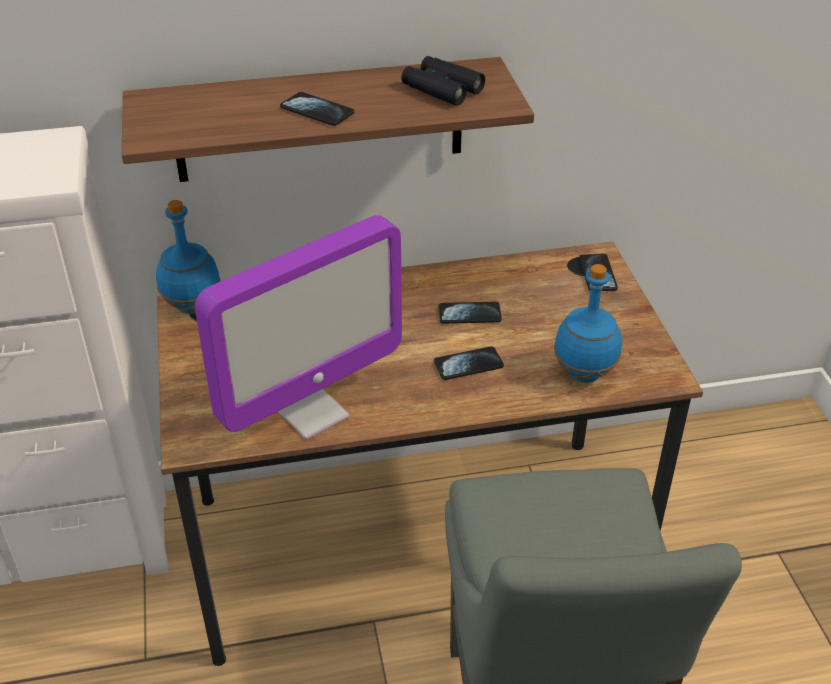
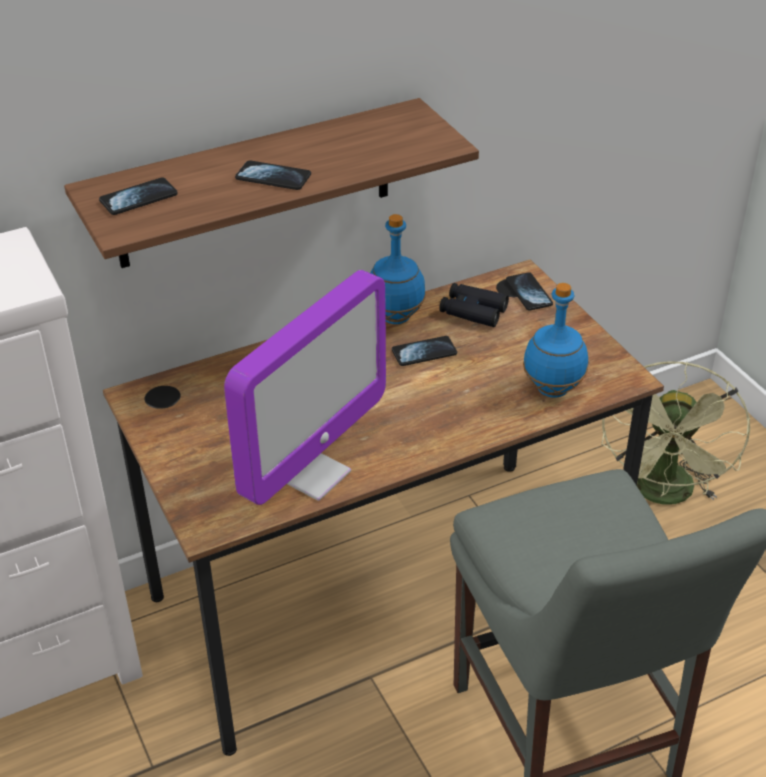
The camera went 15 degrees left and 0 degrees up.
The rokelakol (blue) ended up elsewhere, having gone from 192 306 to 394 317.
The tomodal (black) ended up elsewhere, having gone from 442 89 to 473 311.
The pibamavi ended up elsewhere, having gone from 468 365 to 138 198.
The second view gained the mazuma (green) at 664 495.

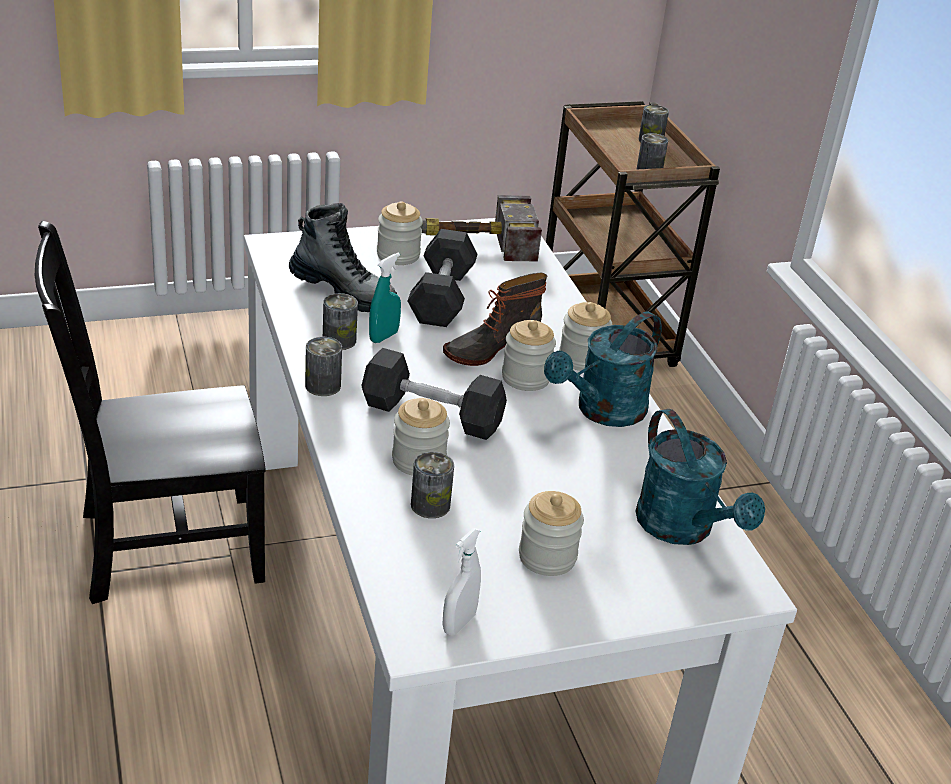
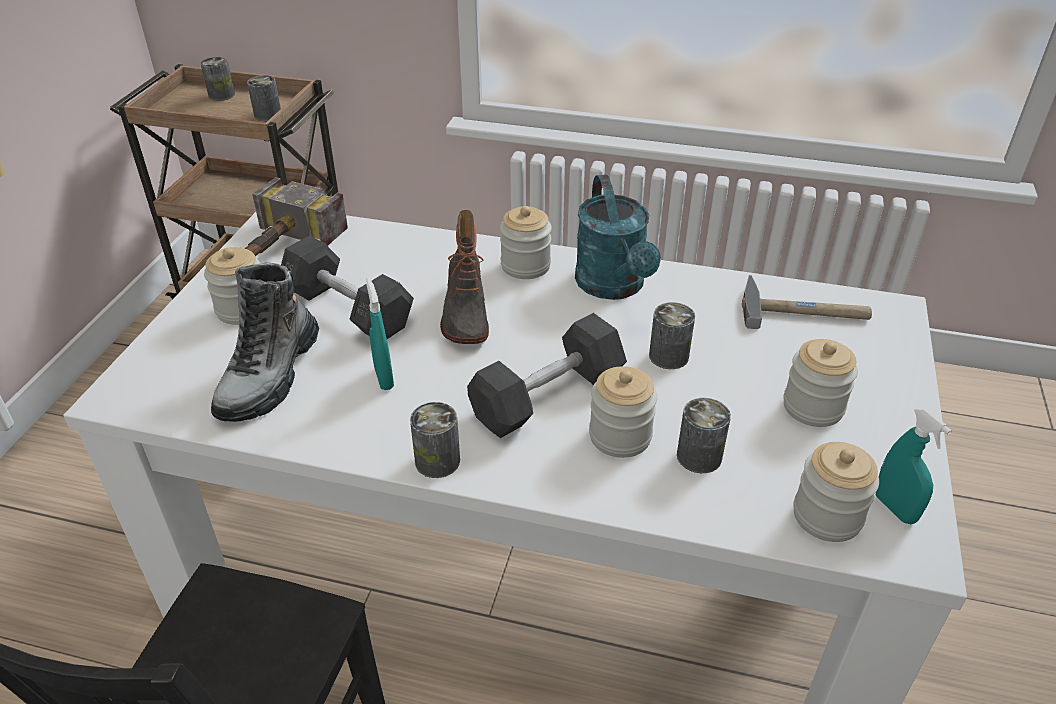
The camera went 55 degrees left and 5 degrees up.
The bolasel at 343 291 ended up facing another way, 135 degrees clockwise from before.
The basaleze ended up elsewhere, having gone from 339 340 to 668 356.
What was the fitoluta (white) at 459 623 turned into the fitoluta (turquoise) at 895 508.
The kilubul ended up elsewhere, having gone from 526 378 to 827 516.
Where the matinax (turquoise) stood at 683 529, the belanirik came to stand at 804 311.

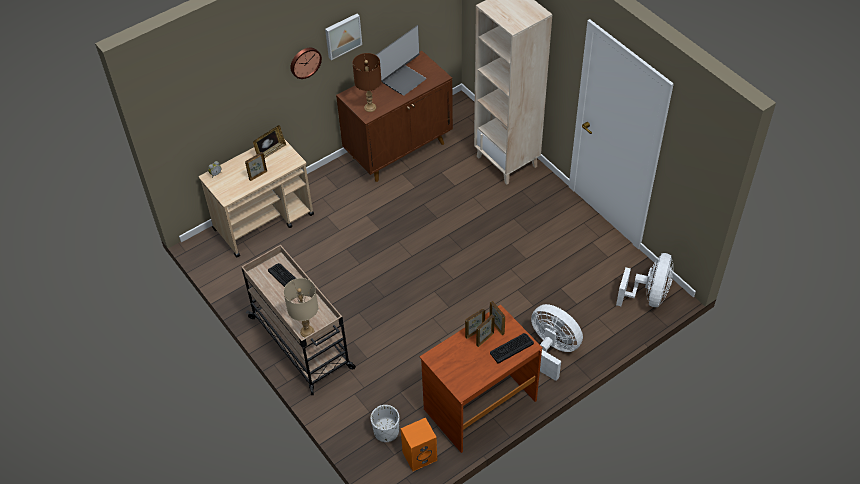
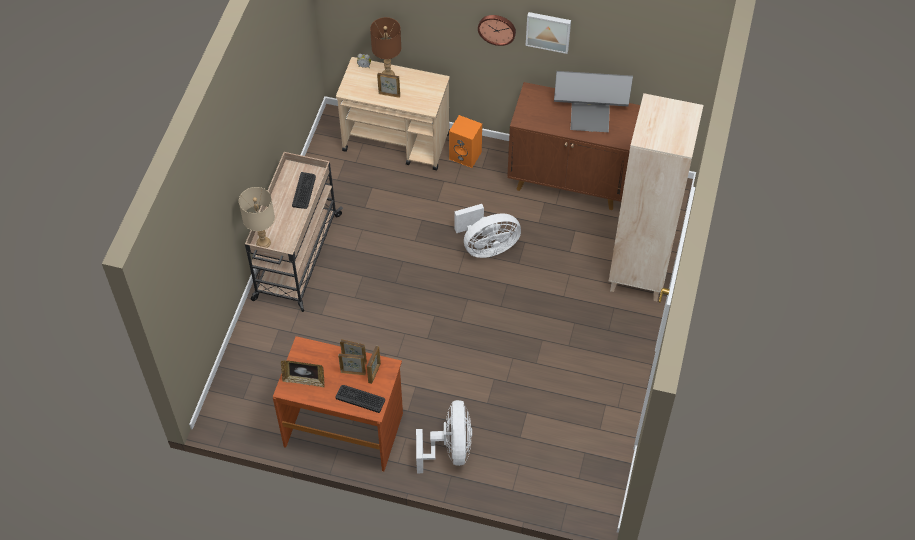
The camera went 50 degrees right and 5 degrees up.
The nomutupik ended up elsewhere, having gone from 270 151 to 304 380.
The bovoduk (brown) ended up elsewhere, having gone from 370 107 to 388 74.
The second view lost the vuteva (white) at 386 431.
The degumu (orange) ended up elsewhere, having gone from 420 455 to 466 155.
The mazuma (white) ended up elsewhere, having gone from 648 296 to 487 247.

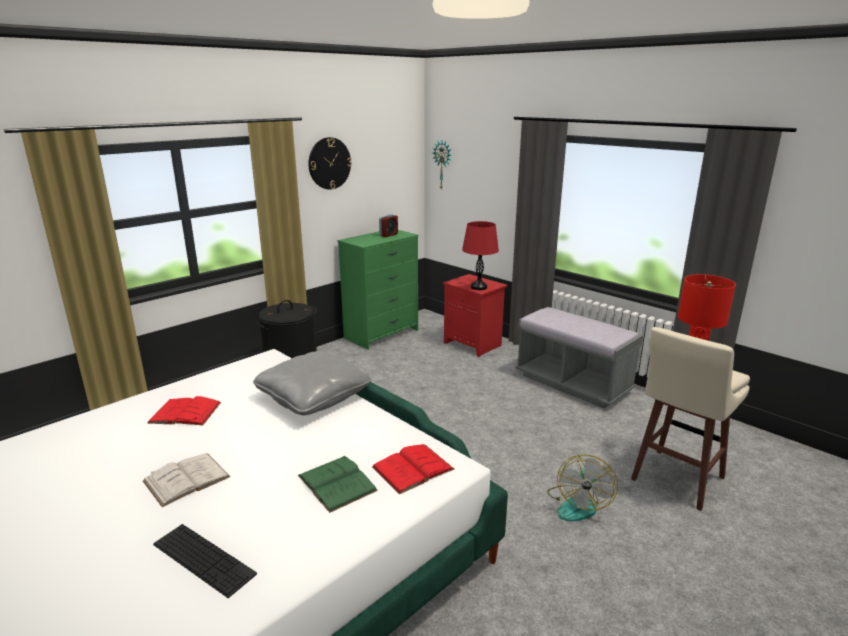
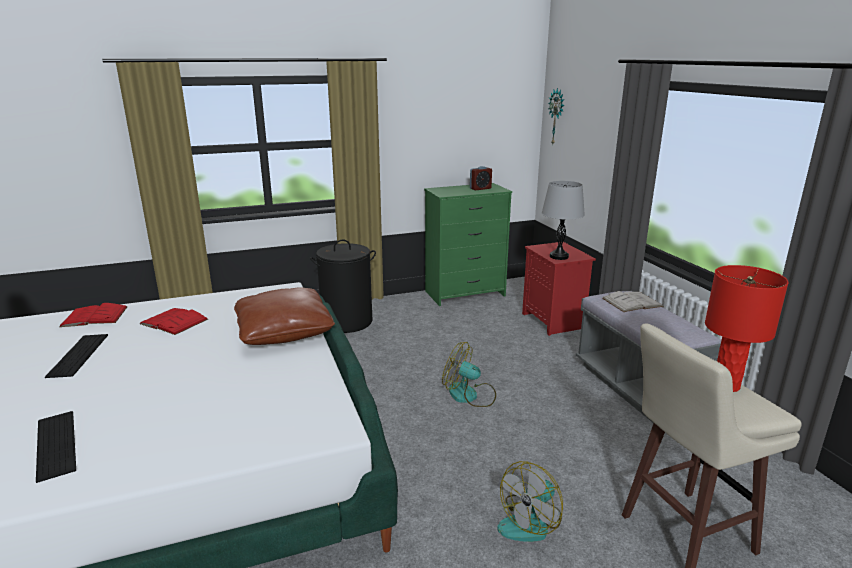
The camera went 25 degrees right and 0 degrees up.
The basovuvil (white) ended up elsewhere, having gone from 186 479 to 632 302.
What was the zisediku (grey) at 314 397 turned into the zisediku (brown) at 284 331.
The second view lost the basovuvil (green) at 337 483.
The second view lost the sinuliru at 329 163.
The basovuvil (red) ended up elsewhere, having gone from 413 468 to 94 316.
What was the bovoduk (red) at 479 287 turned into the bovoduk (grey) at 559 256.
The second view gained the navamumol at 78 355.
The second view gained the mazuma at 469 395.

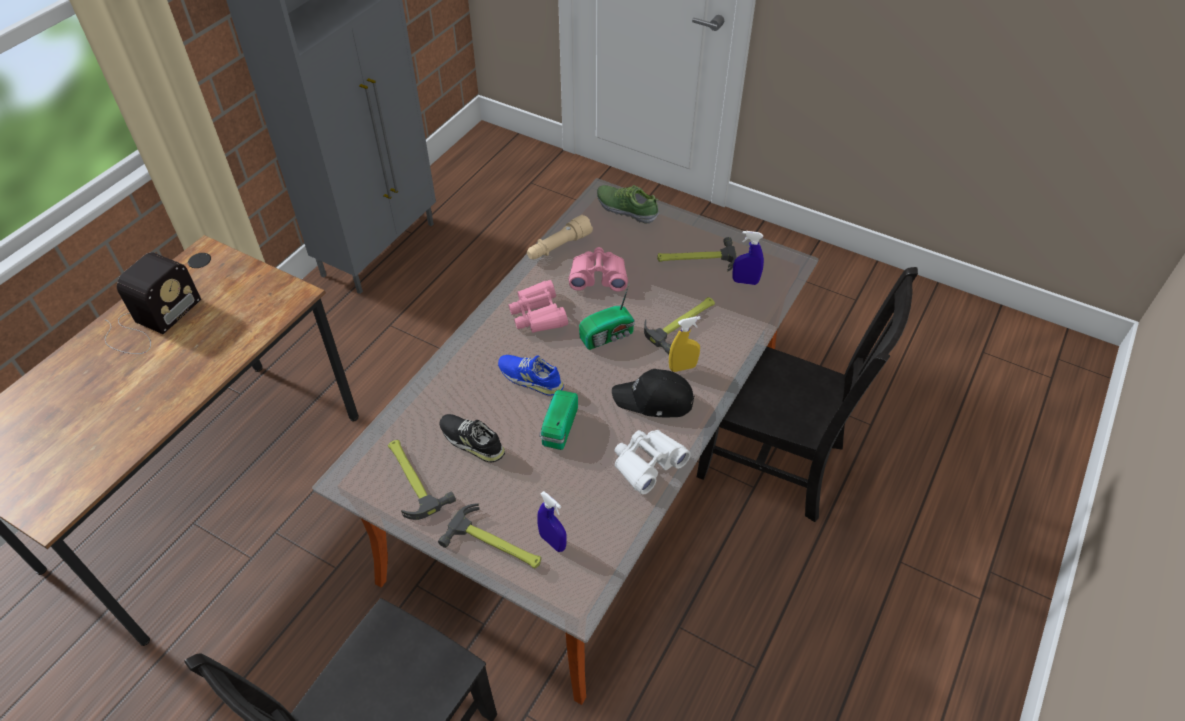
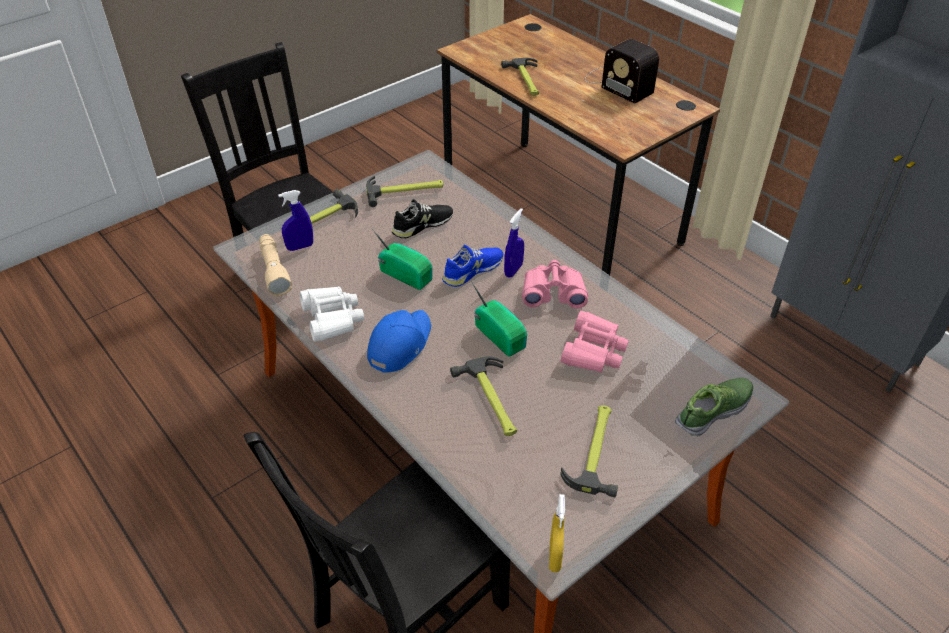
The camera went 110 degrees right and 5 degrees down.
The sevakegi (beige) ended up elsewhere, having gone from 558 247 to 274 270.
The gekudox at 608 336 ended up facing another way, 150 degrees clockwise from before.
What was the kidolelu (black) at 654 400 turned into the kidolelu (blue) at 399 344.
The fitoluta (yellow) ended up elsewhere, having gone from 682 367 to 555 557.
The fitoluta (blue) ended up elsewhere, having gone from 745 281 to 513 270.
The second view gained the belanirik at 526 80.

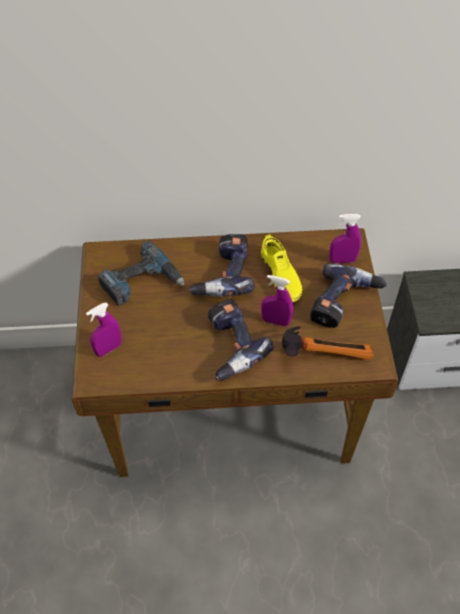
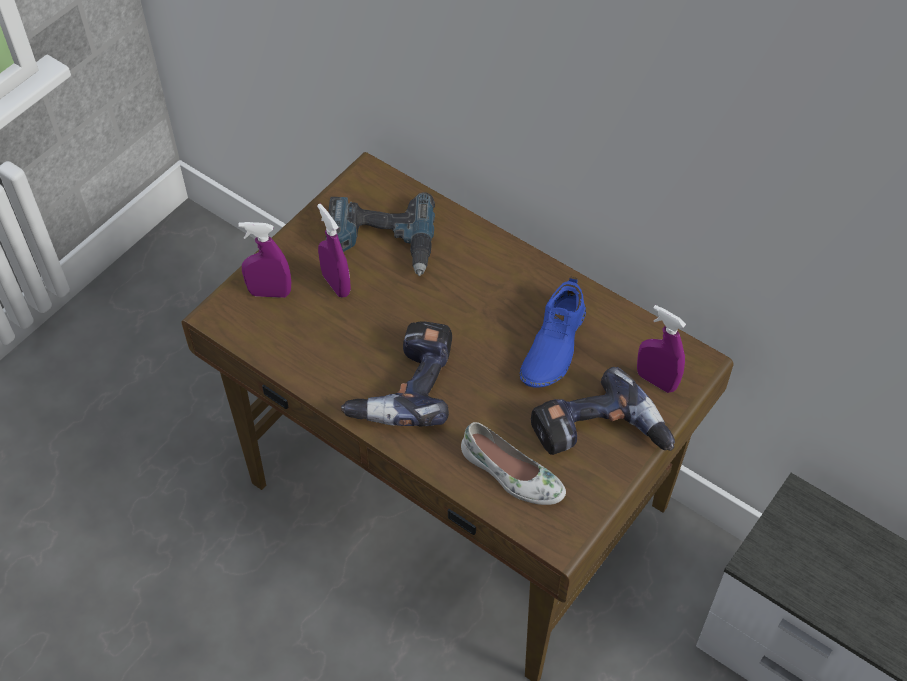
The camera went 40 degrees right and 0 degrees up.
The second view lost the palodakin at 222 274.
What was the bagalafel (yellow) at 280 276 turned into the bagalafel (blue) at 552 346.
The fitoluta (purple) ended up elsewhere, having gone from 276 321 to 336 284.
Where the belanirik stood at 325 351, the bagalafel (white) came to stand at 511 474.

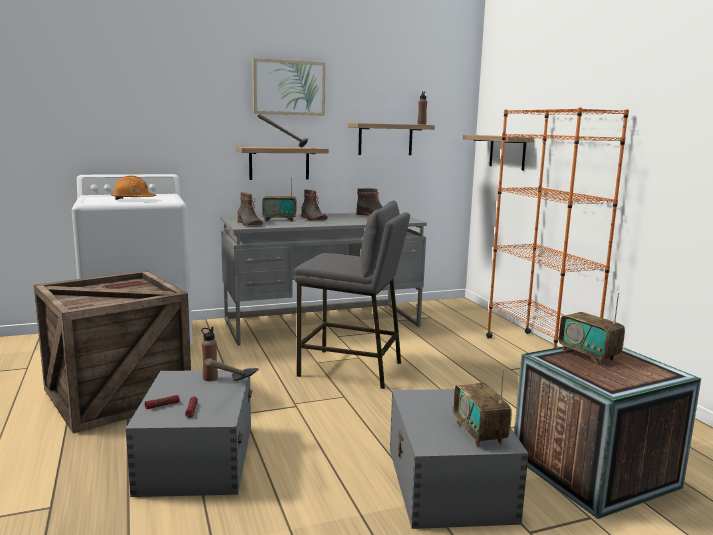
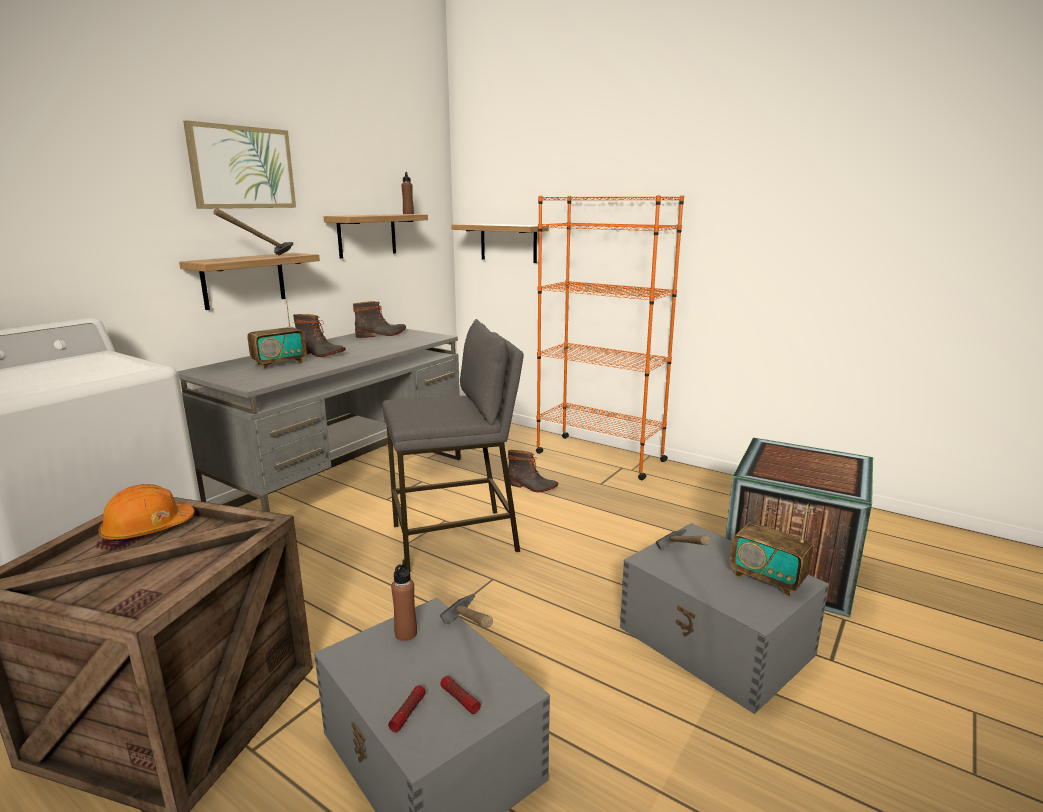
The camera went 35 degrees left and 5 degrees up.
The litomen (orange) ended up elsewhere, having gone from 133 200 to 148 529.
The bolasel ended up elsewhere, having gone from 248 223 to 531 486.
The second view lost the gekudox at 588 355.
The second view gained the belanirik at 682 567.

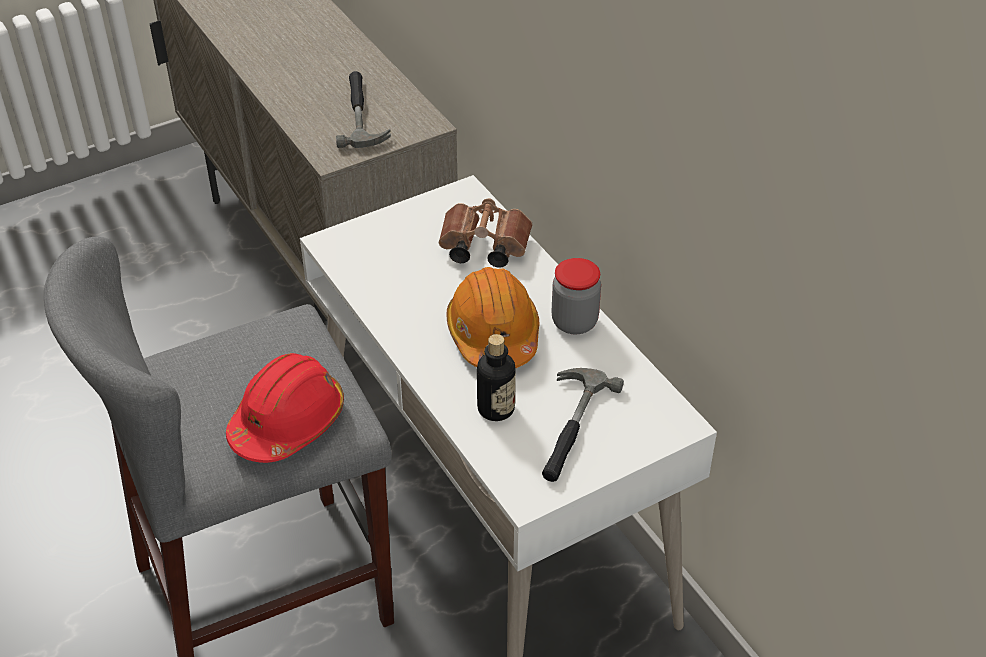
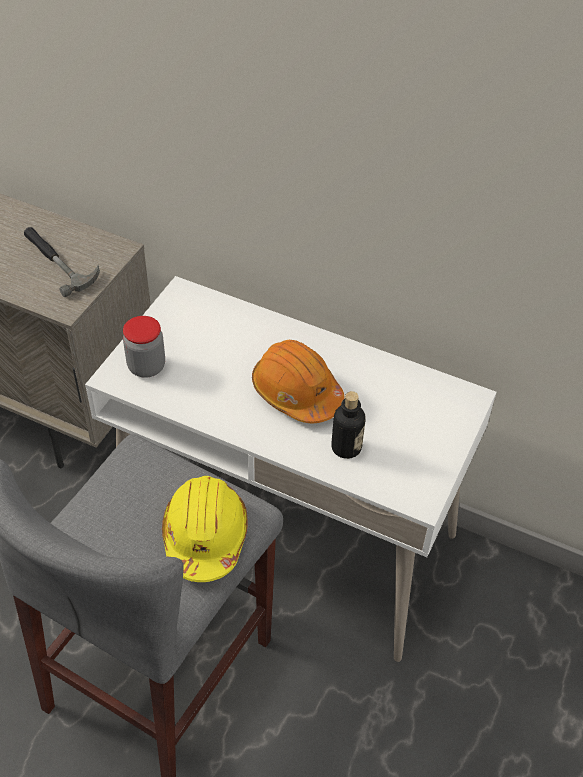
The camera went 35 degrees left and 5 degrees up.
What was the litomen (red) at 288 422 turned into the litomen (yellow) at 205 536.
The second view lost the tomodal (brown) at 481 248.
The second view lost the belanirik at 570 427.
The kilubul ended up elsewhere, having gone from 574 322 to 146 366.

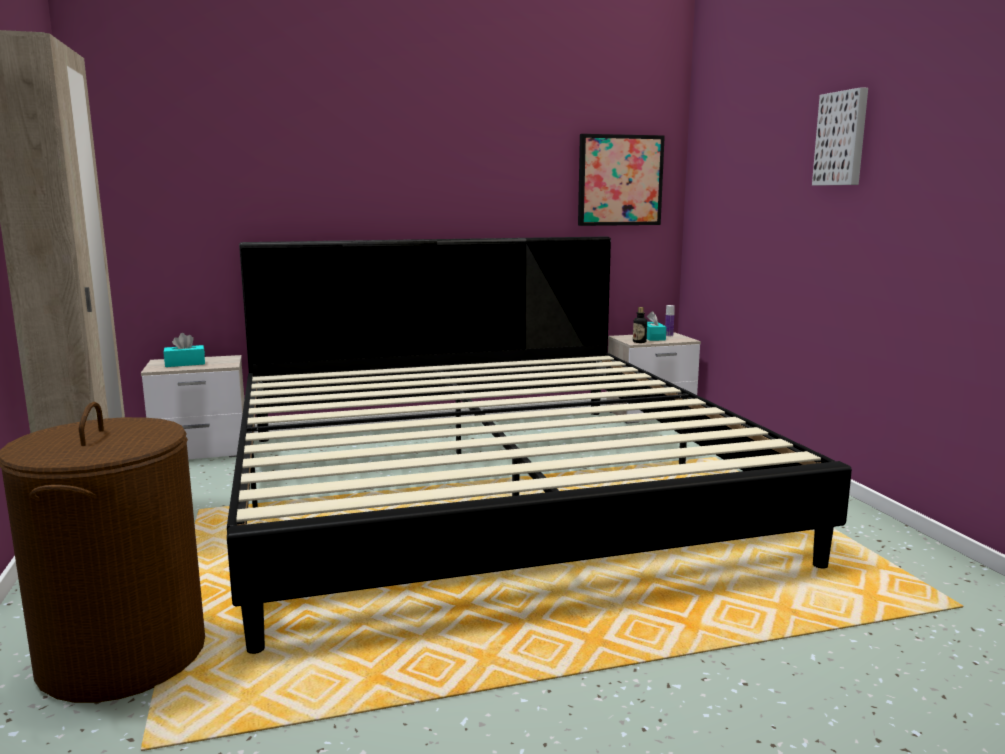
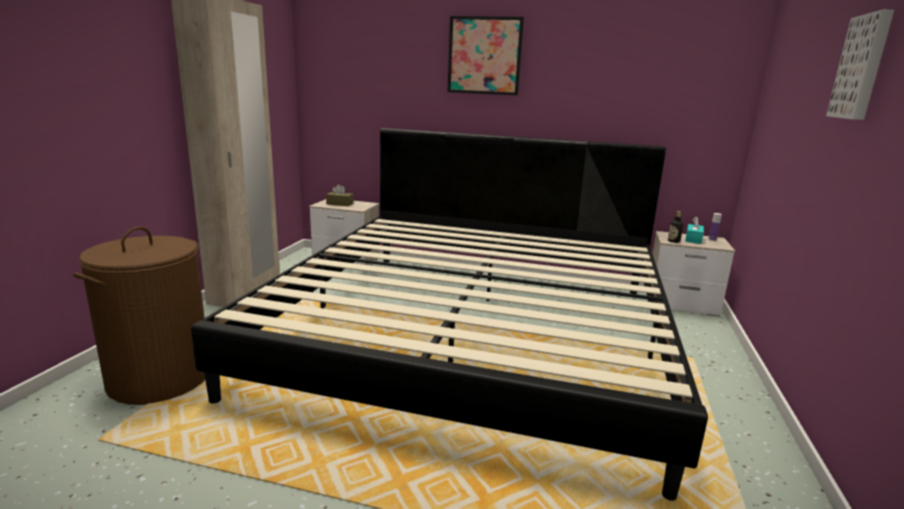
The camera went 30 degrees right and 5 degrees up.
What was the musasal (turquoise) at 185 363 turned into the musasal (brown) at 339 204.
The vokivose ended up elsewhere, having gone from 619 180 to 484 56.

